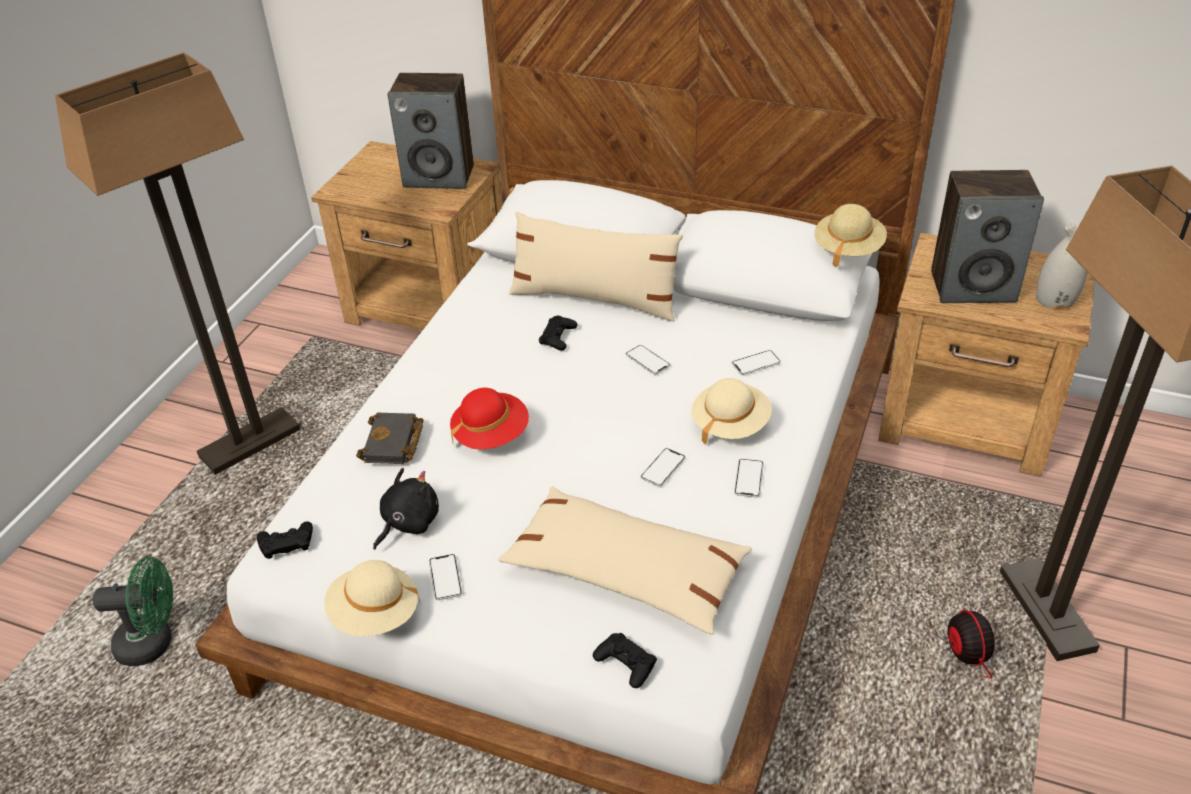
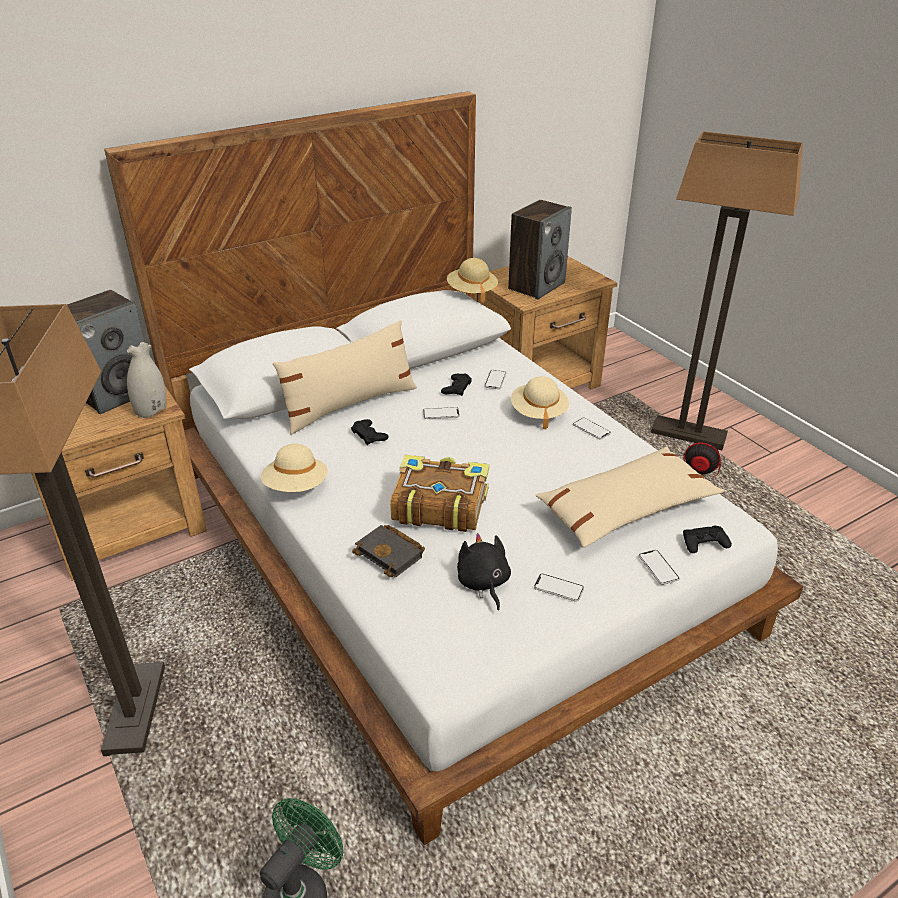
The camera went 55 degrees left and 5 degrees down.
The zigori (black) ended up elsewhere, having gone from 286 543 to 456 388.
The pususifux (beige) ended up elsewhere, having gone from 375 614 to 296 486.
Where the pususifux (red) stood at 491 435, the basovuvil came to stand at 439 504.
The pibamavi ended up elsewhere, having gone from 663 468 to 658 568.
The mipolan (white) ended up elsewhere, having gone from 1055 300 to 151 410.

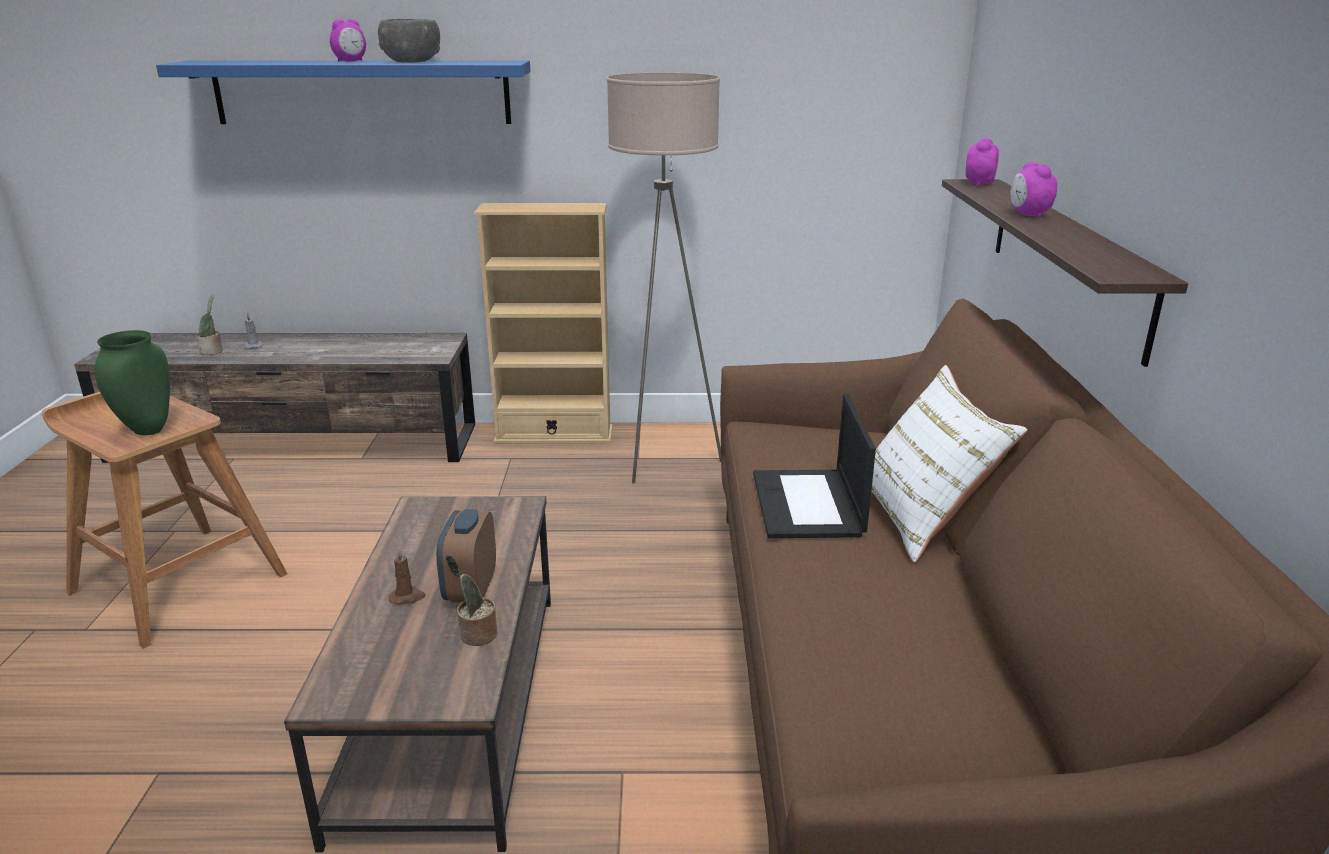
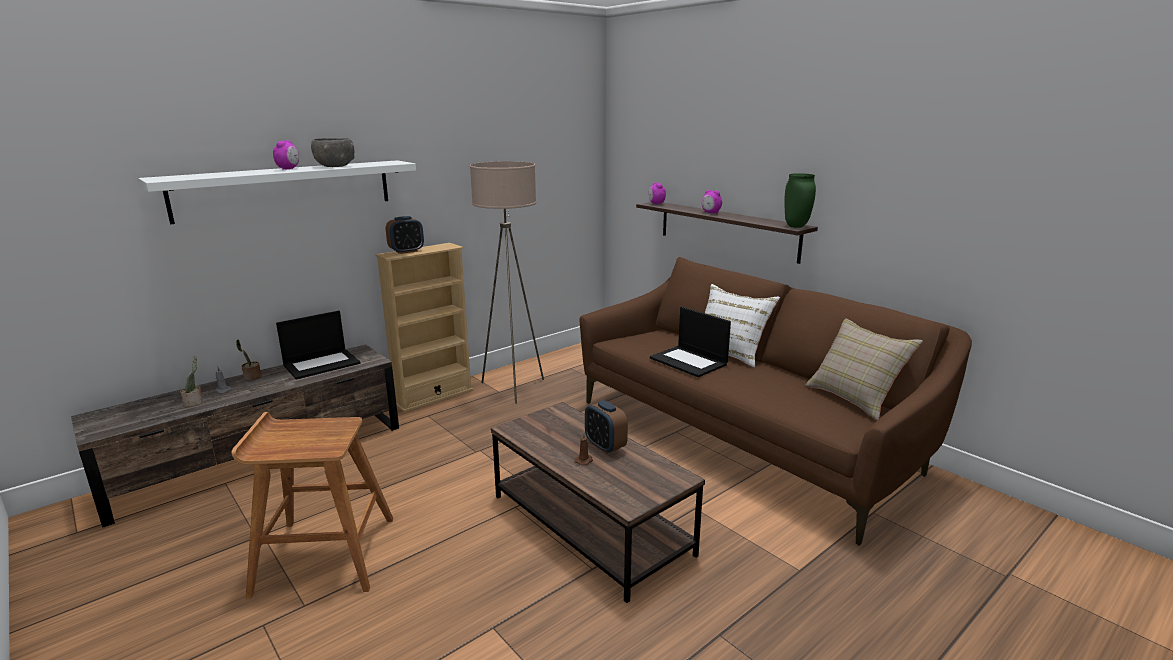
The camera went 40 degrees left and 5 degrees down.
The mipolan (green) ended up elsewhere, having gone from 148 431 to 797 226.
What was the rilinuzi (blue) at 362 92 turned into the rilinuzi (white) at 286 190.
The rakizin ended up elsewhere, having gone from 476 635 to 251 377.
The second view gained the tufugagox at 322 364.
The second view gained the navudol at 406 251.
The second view gained the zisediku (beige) at 855 398.

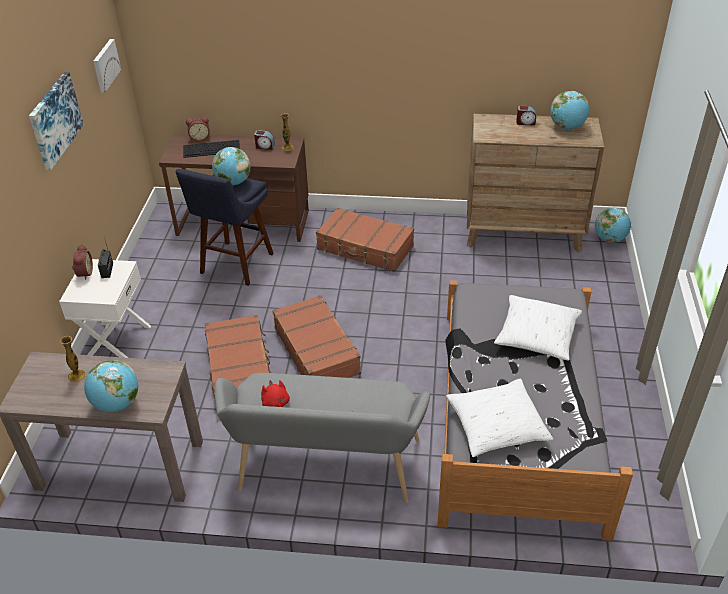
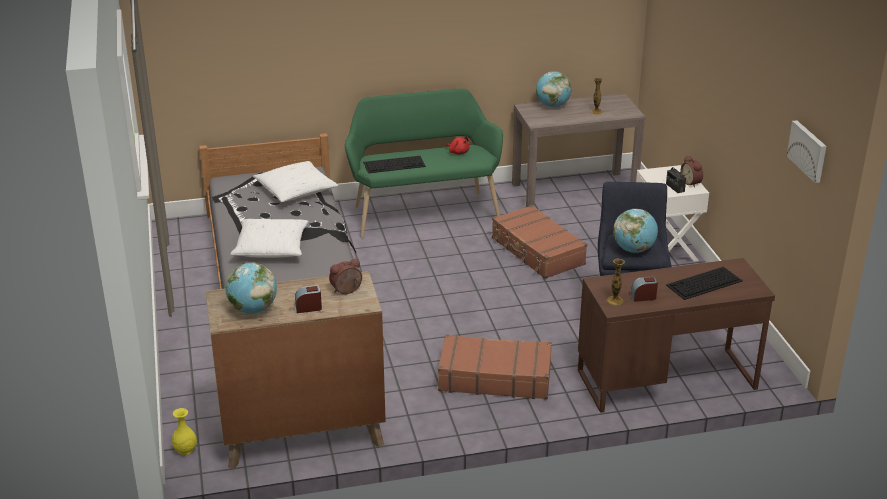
The camera went 160 degrees right and 10 degrees down.
The second view lost the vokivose at 54 120.
The navudol ended up elsewhere, having gone from 200 138 to 347 291.
What was the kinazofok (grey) at 325 471 turned into the kinazofok (green) at 423 212.
The second view lost the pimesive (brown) at 317 350.
Where the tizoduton stood at 609 239, the mipolan (yellow) came to stand at 185 450.
The second view gained the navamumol at 395 164.

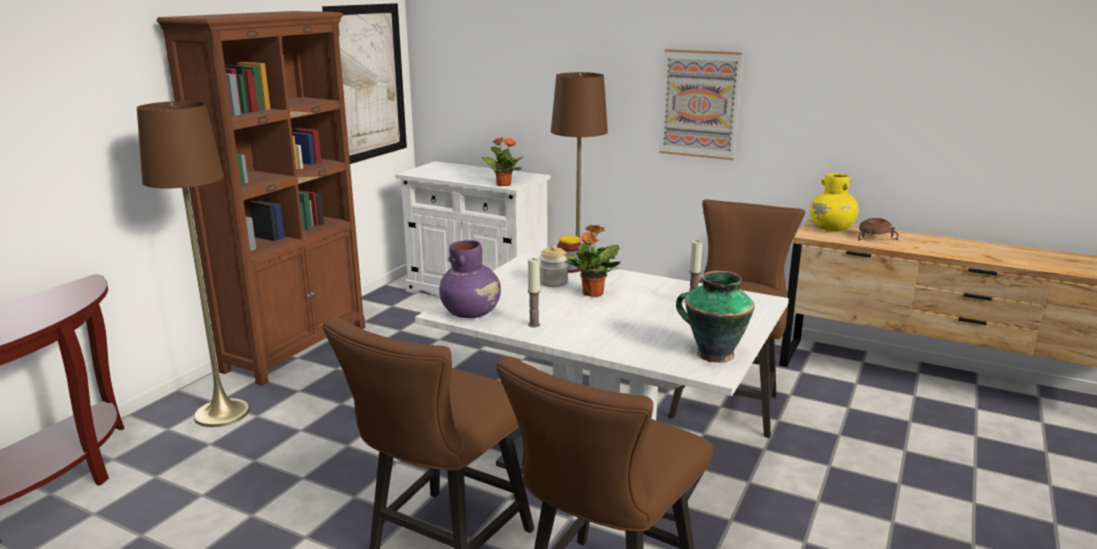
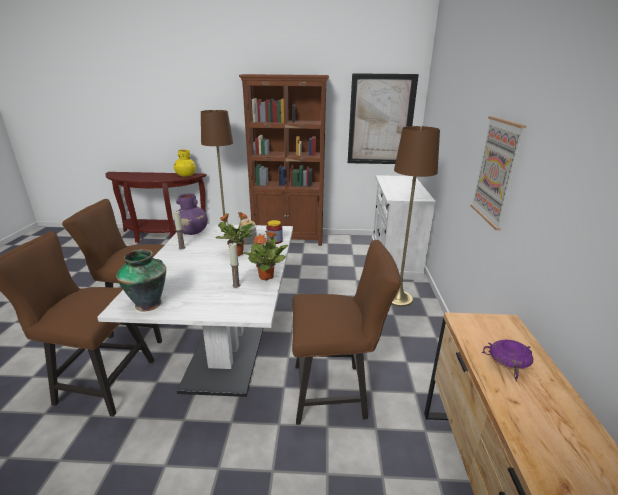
The camera went 65 degrees right and 5 degrees up.
The rakizin ended up elsewhere, having gone from 503 184 to 266 276.
The mipolan (yellow) ended up elsewhere, having gone from 831 228 to 185 175.
What was the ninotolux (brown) at 875 238 turned into the ninotolux (purple) at 509 364.

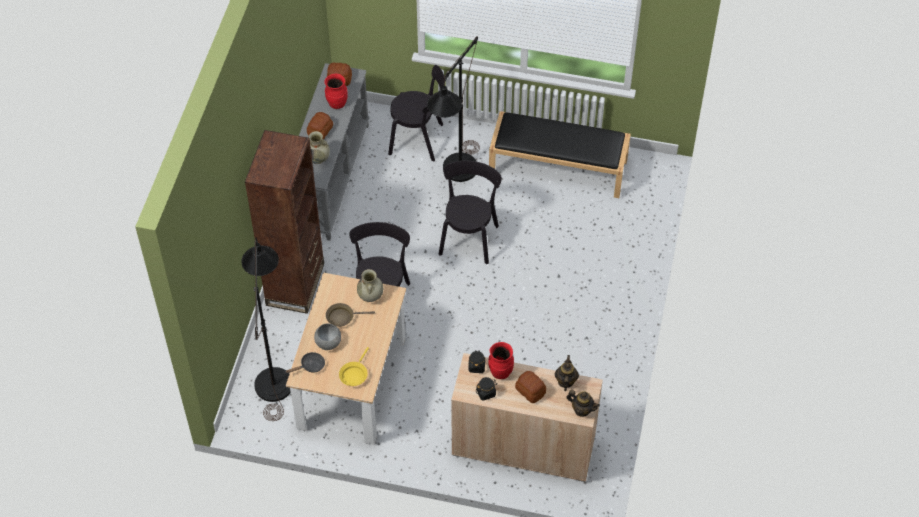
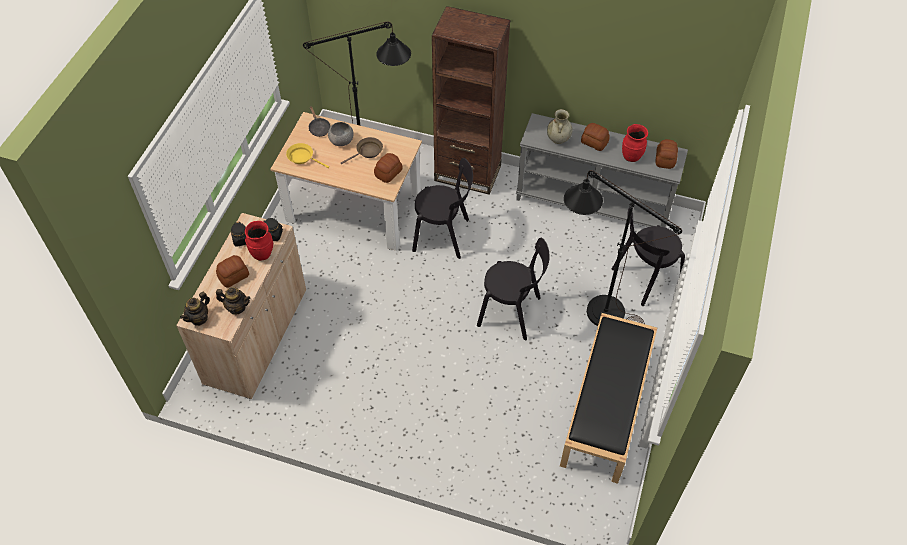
The camera went 95 degrees right and 0 degrees up.
The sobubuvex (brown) at 342 317 ended up facing another way, 60 degrees clockwise from before.
Where the mipolan (beige) stood at 370 296, the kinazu came to stand at 388 173.
The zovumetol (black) at 419 140 ended up facing another way, 45 degrees clockwise from before.

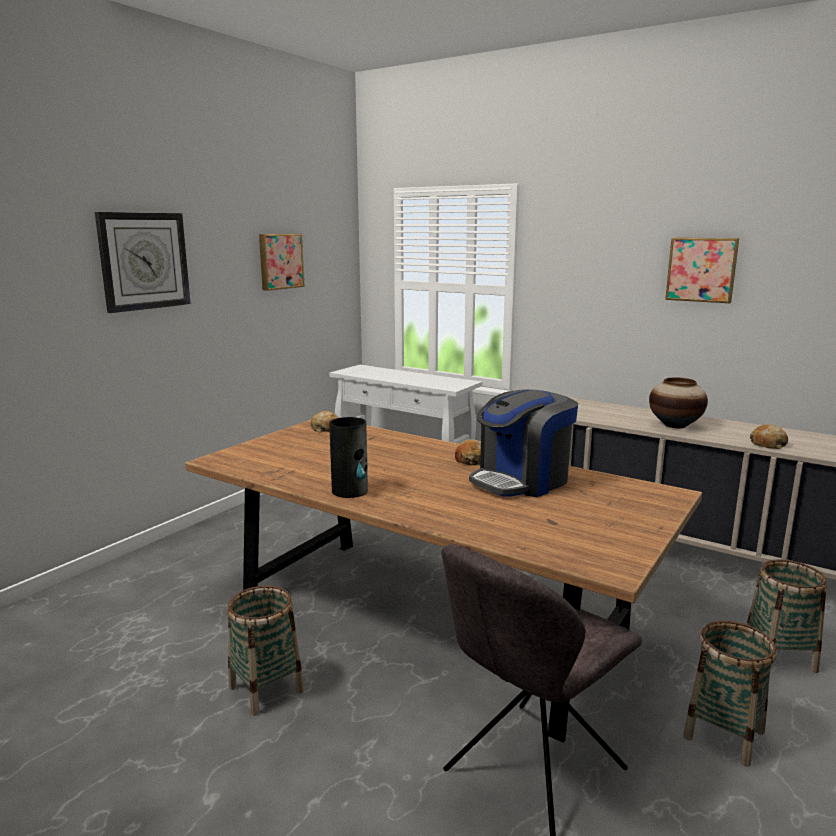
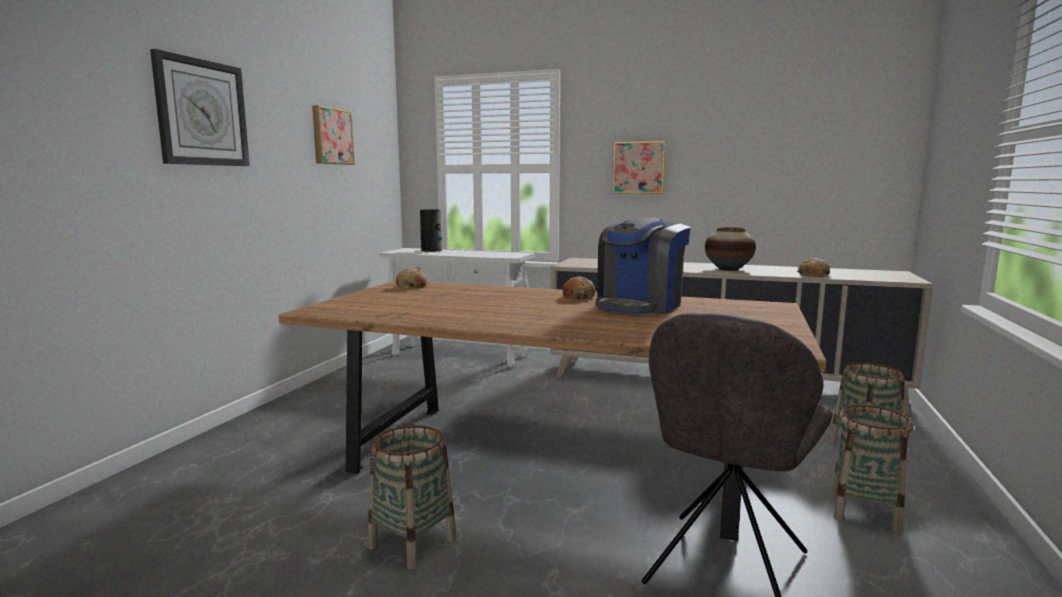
The camera went 15 degrees left and 5 degrees down.
The mipolan ended up elsewhere, having gone from 350 491 to 431 250.
The vokivose ended up elsewhere, having gone from 701 269 to 639 167.

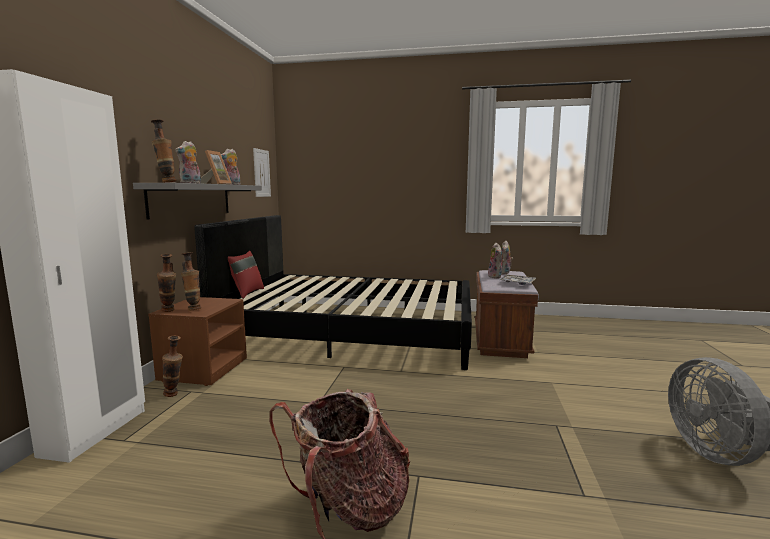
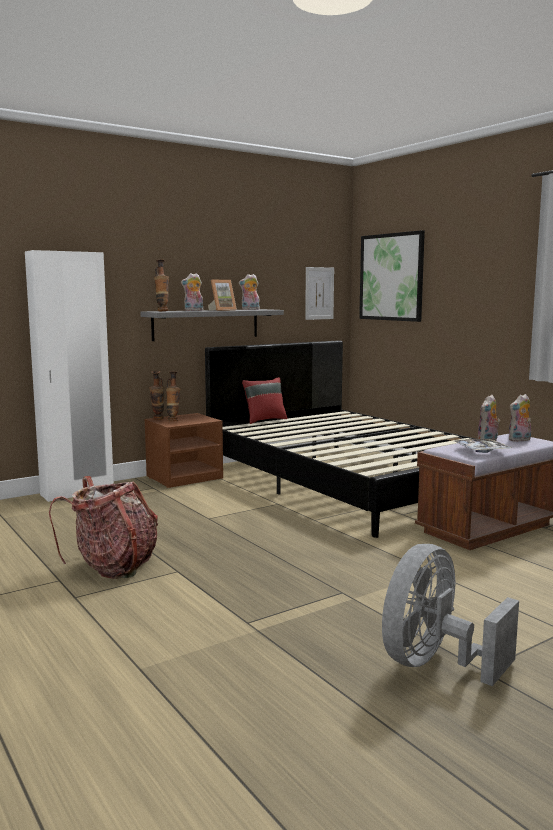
The camera went 45 degrees right and 0 degrees up.
The second view lost the mipolan at 174 395.
The second view gained the vokivose at 391 277.

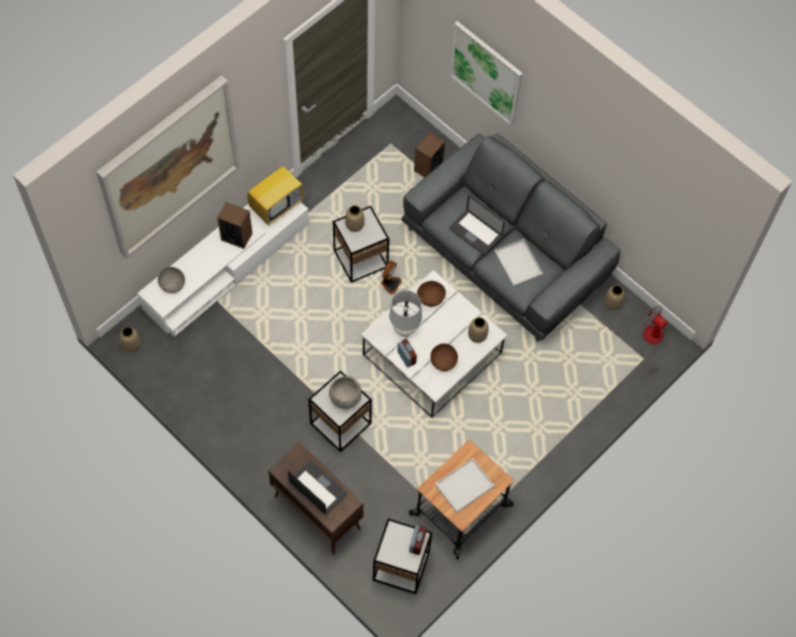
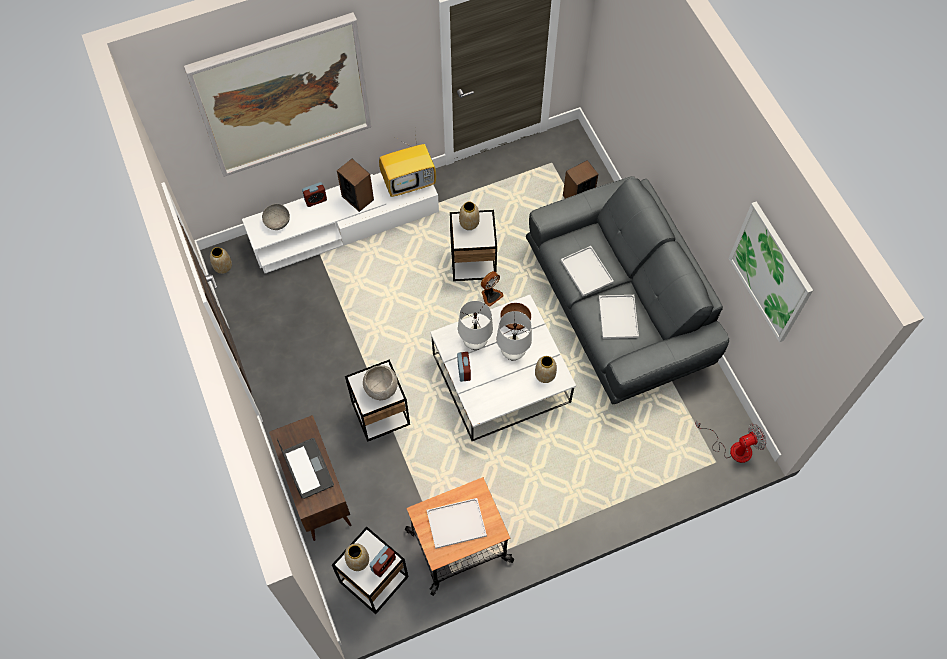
The camera went 25 degrees right and 0 degrees up.
The second view lost the ninotolux (brown) at 443 361.
The vokivose ended up elsewhere, having gone from 486 73 to 770 272.
Where the tufugagox stood at 475 233, the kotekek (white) came to stand at 587 272.
The mipolan ended up elsewhere, having gone from 613 303 to 358 561.
The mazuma at 652 342 ended up facing another way, 90 degrees clockwise from before.
The second view gained the navudol at 315 200.
The second view gained the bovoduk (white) at 513 352.

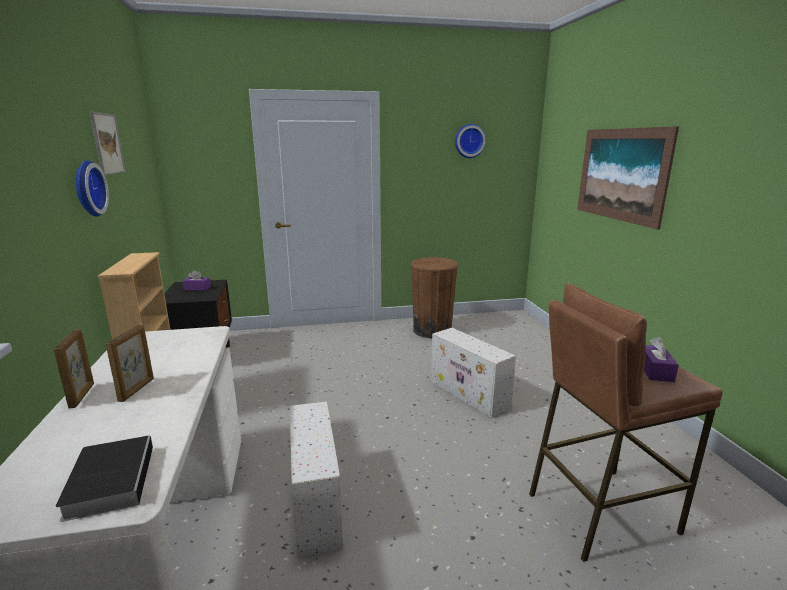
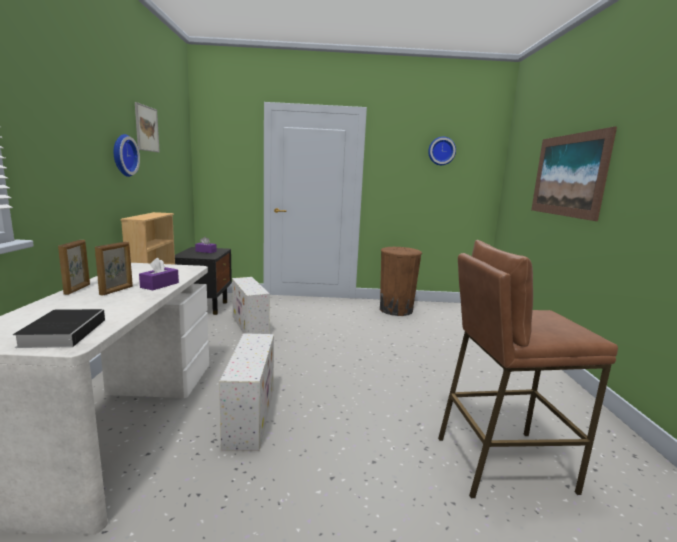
The camera went 10 degrees right and 5 degrees down.
The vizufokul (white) ended up elsewhere, having gone from 469 394 to 250 326.
The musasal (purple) ended up elsewhere, having gone from 655 371 to 159 285.

